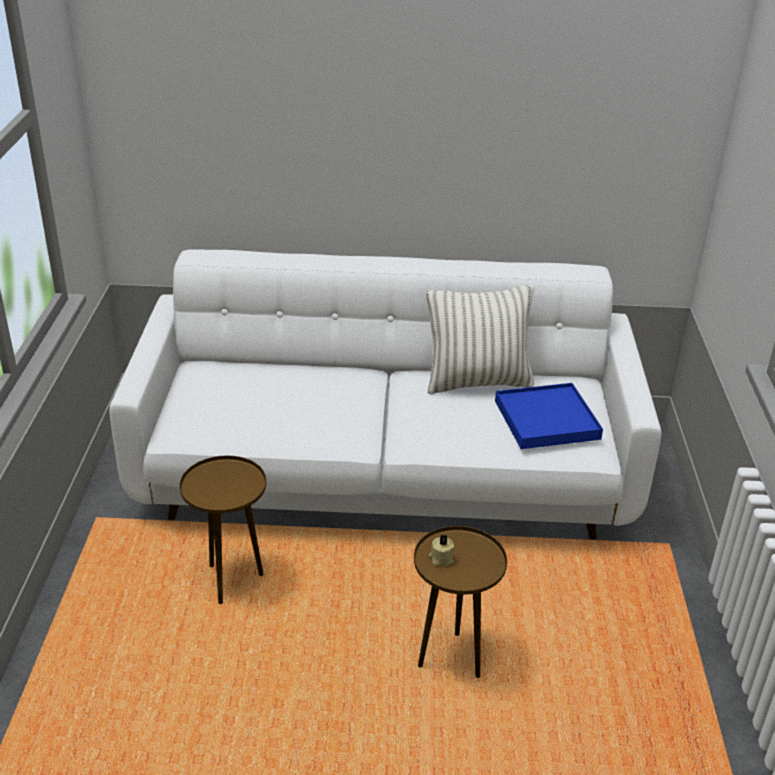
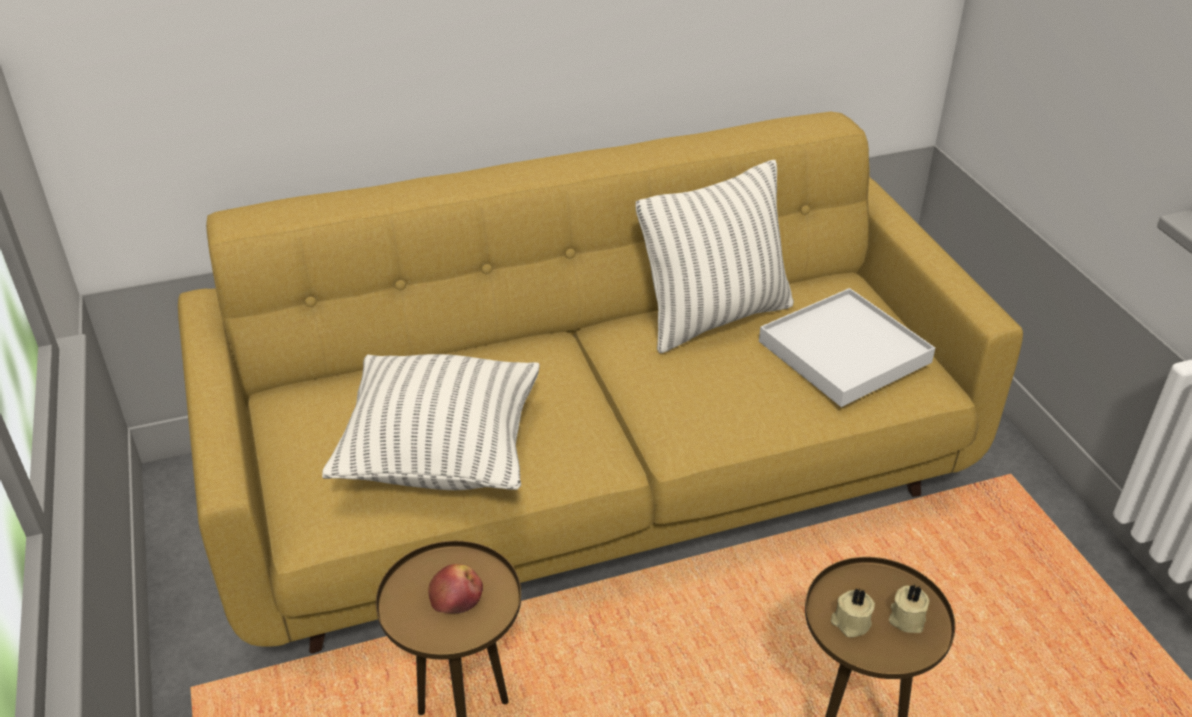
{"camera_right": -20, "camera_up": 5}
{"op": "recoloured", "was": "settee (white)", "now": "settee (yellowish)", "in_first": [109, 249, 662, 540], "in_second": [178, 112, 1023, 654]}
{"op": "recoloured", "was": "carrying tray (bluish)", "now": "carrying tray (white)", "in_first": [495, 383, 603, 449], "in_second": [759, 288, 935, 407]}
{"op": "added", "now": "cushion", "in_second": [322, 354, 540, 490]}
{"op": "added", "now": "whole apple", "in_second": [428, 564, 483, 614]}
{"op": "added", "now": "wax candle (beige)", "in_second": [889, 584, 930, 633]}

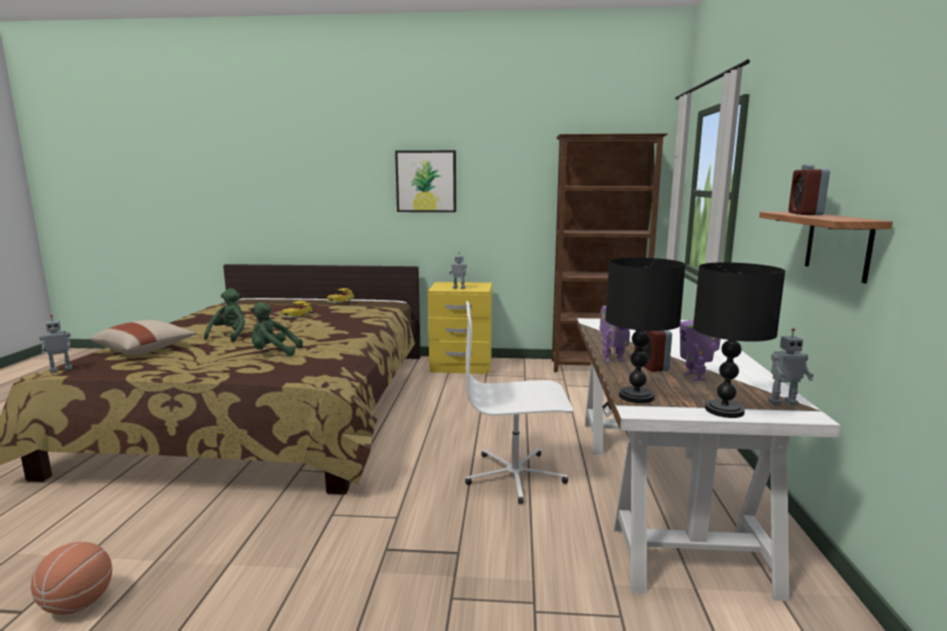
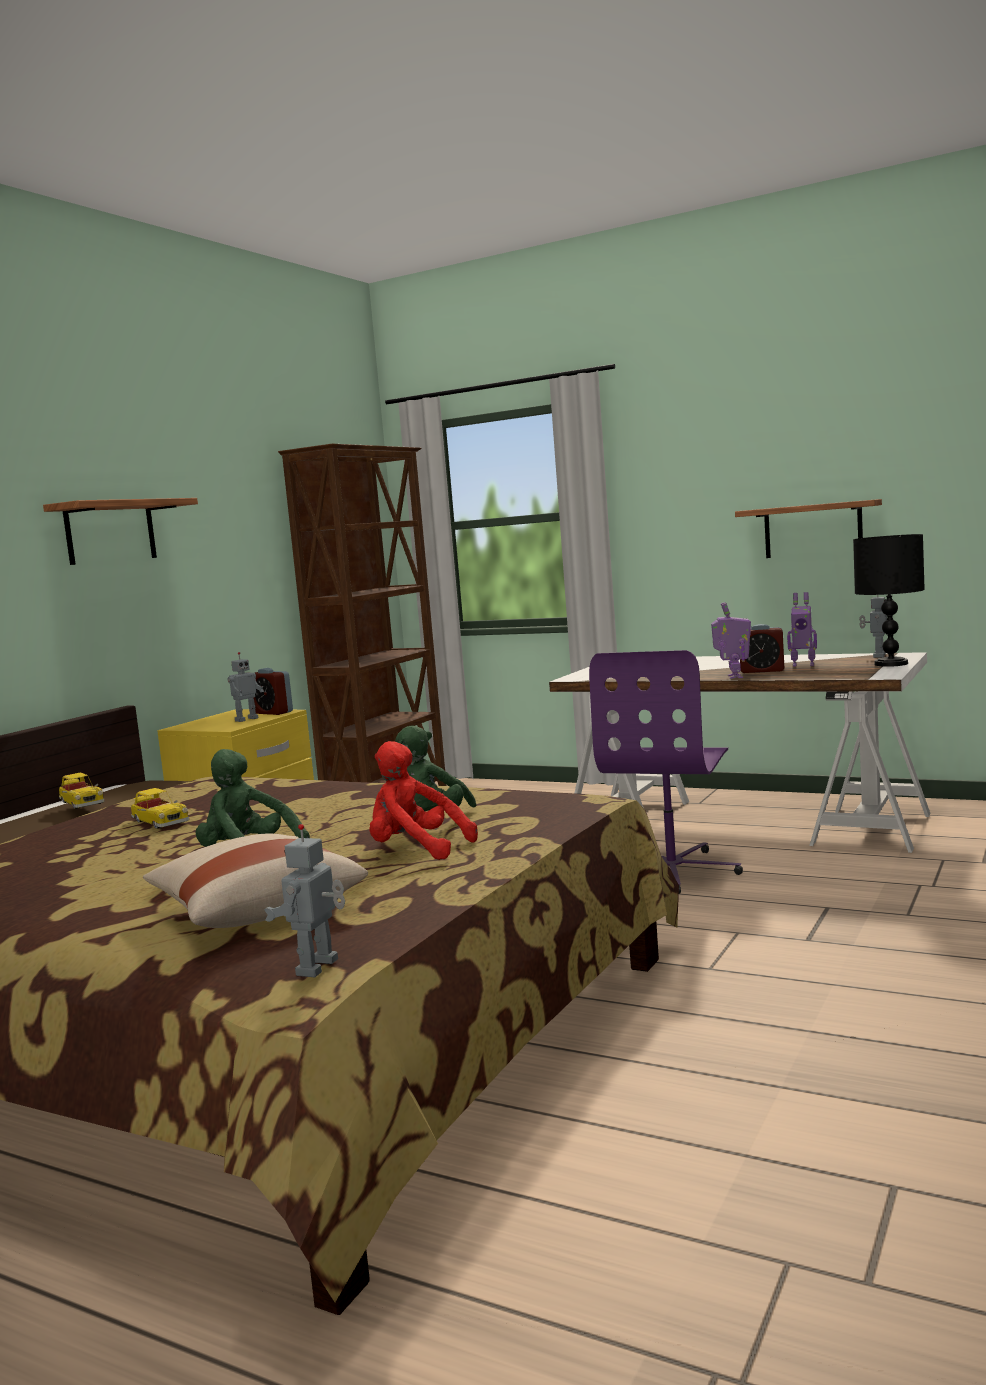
{"camera_right": -65, "camera_up": -5}
{"op": "replaced", "was": "wall art", "now": "bracket shelf", "in_first": [395, 150, 456, 212], "in_second": [43, 498, 198, 565]}
{"op": "moved", "was": "alarm clock", "in_first": [788, 164, 830, 215], "in_second": [254, 668, 293, 715]}
{"op": "removed", "was": "tabletop lamp (black)", "in_first": [605, 258, 685, 403]}
{"op": "recoloured", "was": "computer chair (white)", "now": "computer chair (purplish)", "in_first": [465, 301, 573, 504], "in_second": [589, 650, 743, 894]}
{"op": "turned", "was": "model robot", "in_first": [39, 315, 72, 373], "in_second": [264, 824, 345, 977], "clockwise": -150}
{"op": "removed", "was": "basketball", "in_first": [31, 542, 112, 615]}
{"op": "added", "now": "cuddly toy (red-coloured)", "in_second": [370, 741, 478, 860]}

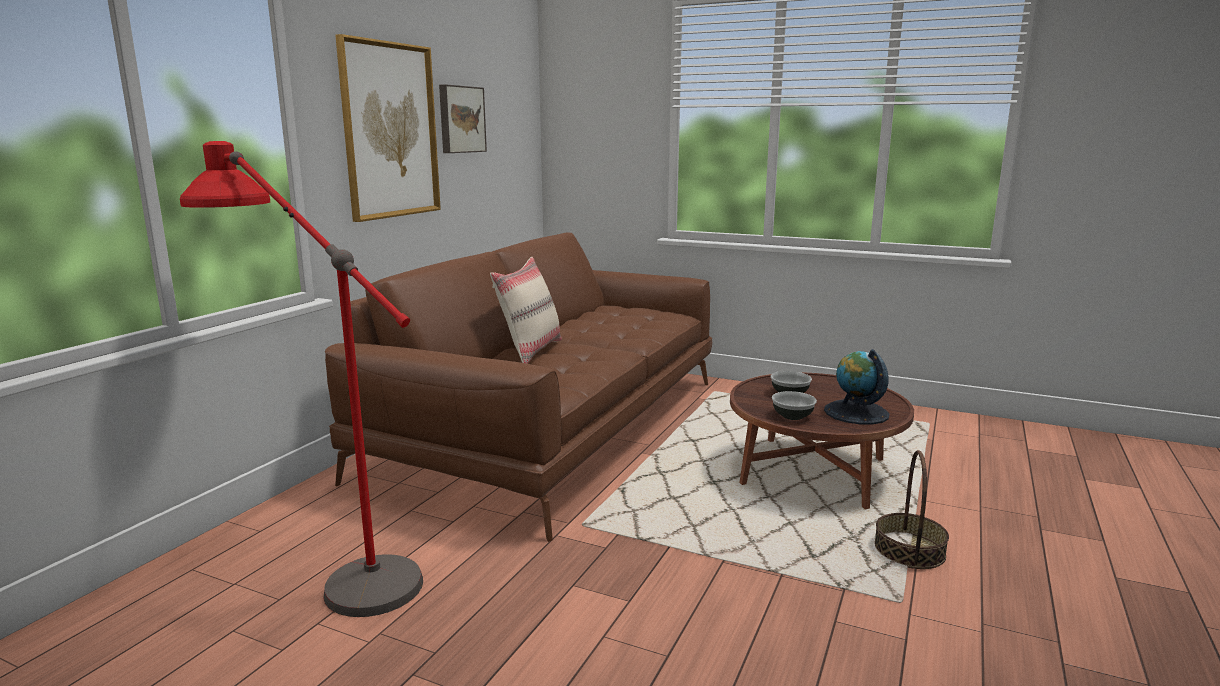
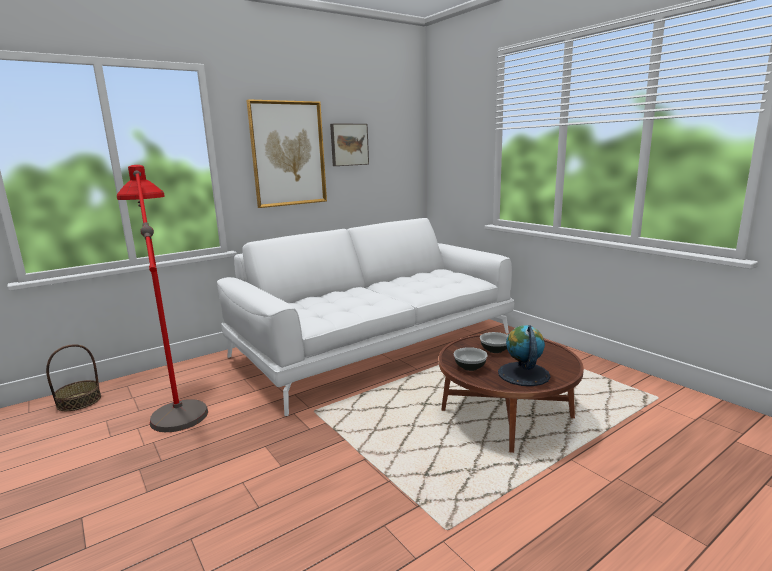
{"camera_right": 30, "camera_up": 0}
{"op": "recoloured", "was": "settee (brownish)", "now": "settee (white)", "in_first": [325, 232, 712, 542], "in_second": [217, 218, 514, 416]}
{"op": "removed", "was": "cushion (beige)", "in_first": [490, 257, 562, 364]}
{"op": "moved", "was": "household basket", "in_first": [874, 450, 949, 569], "in_second": [46, 344, 101, 411]}

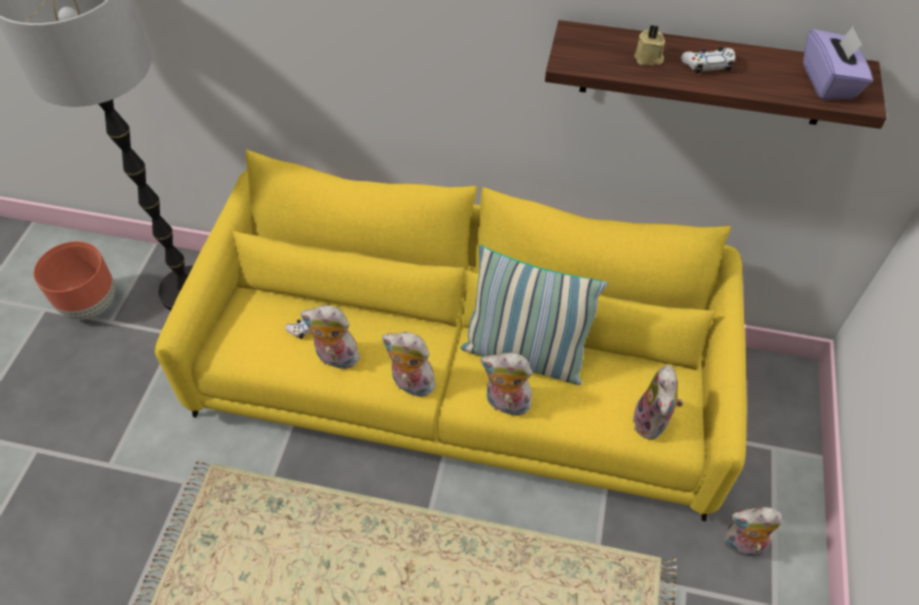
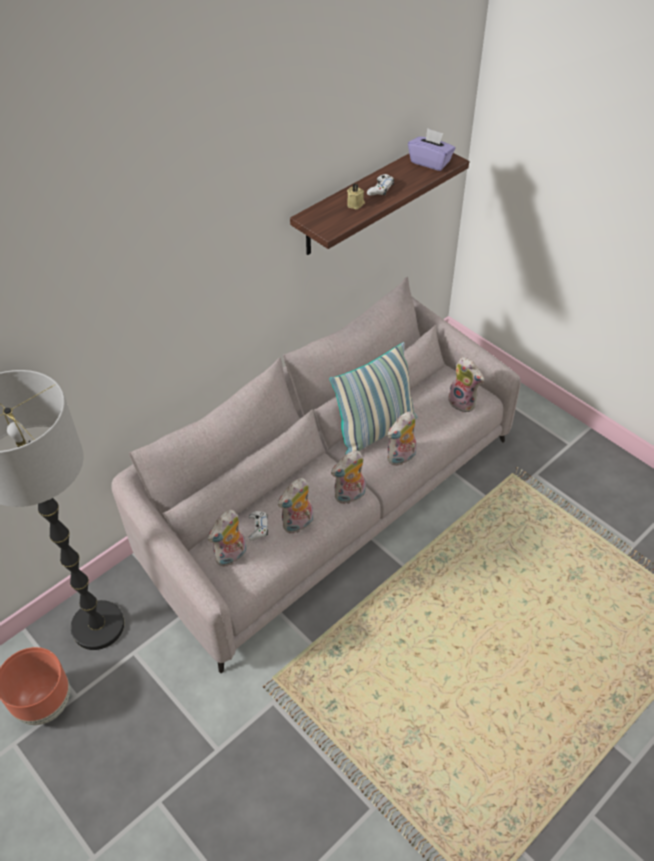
{"camera_right": -55, "camera_up": -5}
{"op": "recoloured", "was": "settee (yellowish)", "now": "settee (grey)", "in_first": [155, 150, 747, 521], "in_second": [111, 277, 521, 673]}
{"op": "moved", "was": "cuddly toy", "in_first": [723, 507, 783, 557], "in_second": [208, 510, 247, 567]}

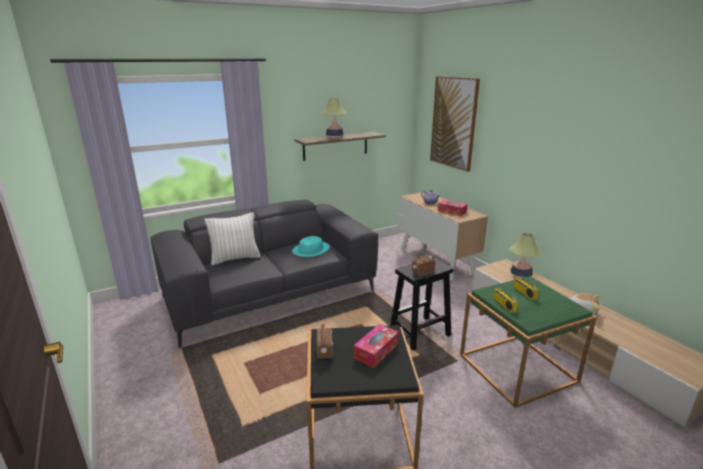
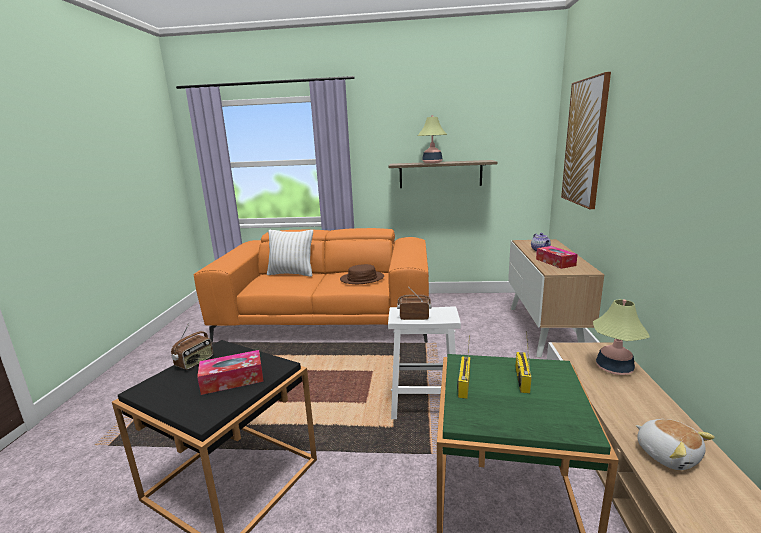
{"camera_right": 35, "camera_up": -5}
{"op": "recoloured", "was": "settee (grey)", "now": "settee (orange-coloured)", "in_first": [150, 200, 378, 348], "in_second": [194, 228, 429, 343]}
{"op": "recoloured", "was": "wearable hat (turquoise)", "now": "wearable hat (brownish)", "in_first": [292, 236, 330, 257], "in_second": [340, 264, 384, 284]}
{"op": "recoloured", "was": "stool seat (black)", "now": "stool seat (white)", "in_first": [390, 258, 454, 351], "in_second": [388, 306, 461, 419]}

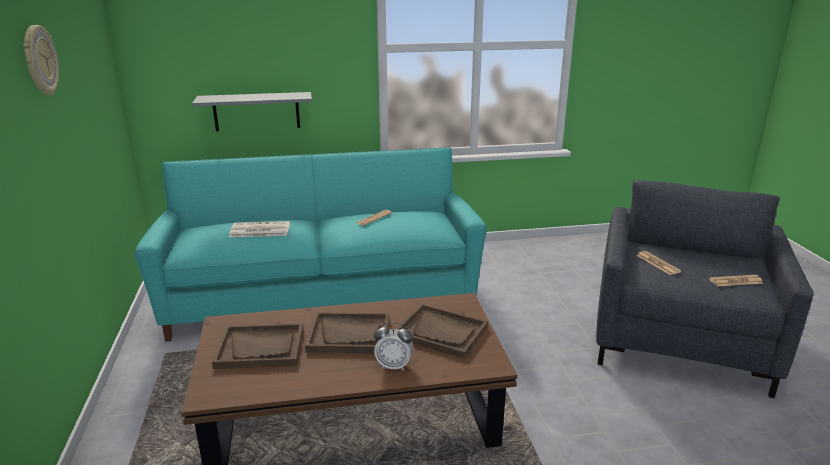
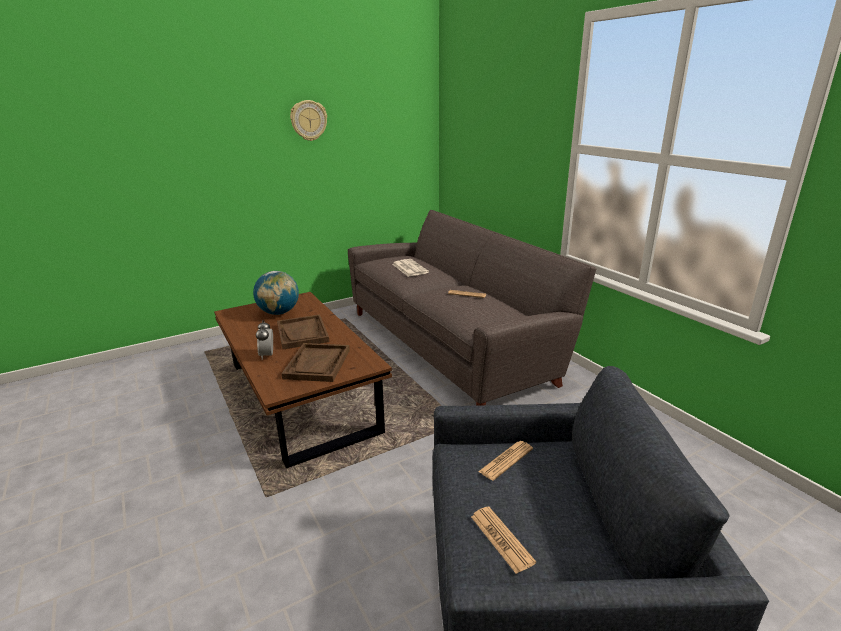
{"camera_right": 70, "camera_up": 0}
{"op": "removed", "was": "bracket shelf (grey)", "in_first": [192, 92, 312, 131]}
{"op": "recoloured", "was": "settee (turquoise)", "now": "settee (grey)", "in_first": [134, 147, 487, 342], "in_second": [348, 210, 596, 406]}
{"op": "replaced", "was": "carrying tray (brownish)", "now": "globe", "in_first": [212, 323, 303, 369], "in_second": [253, 271, 299, 315]}

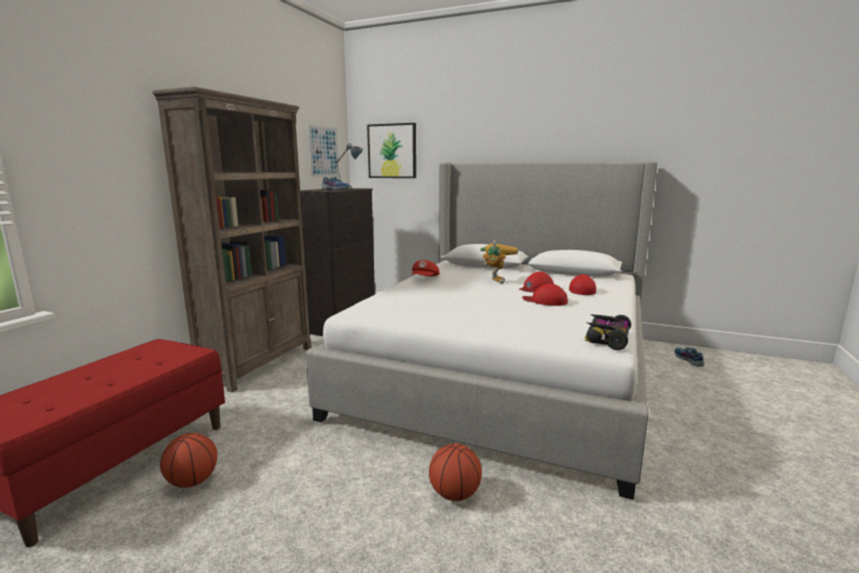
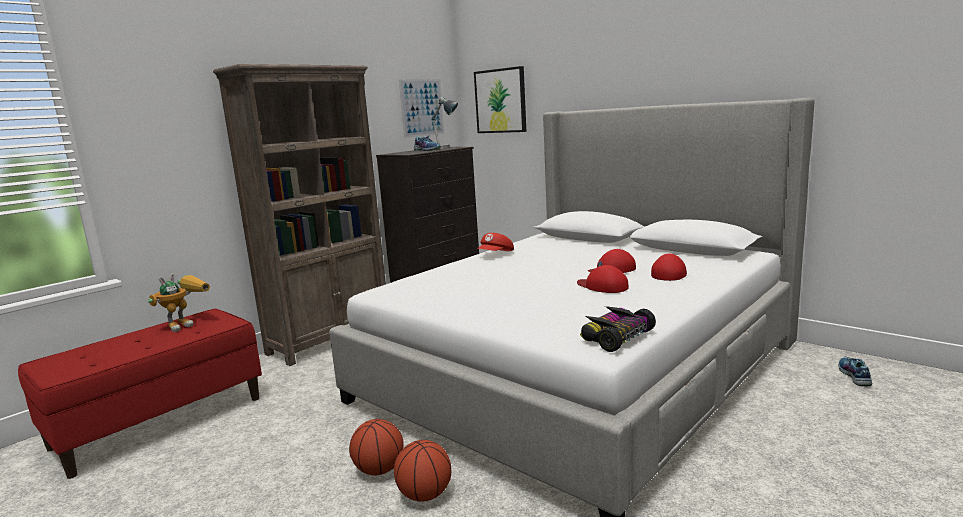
{"camera_right": 20, "camera_up": 0}
{"op": "moved", "was": "model robot", "in_first": [480, 240, 518, 284], "in_second": [148, 274, 210, 332]}
{"op": "moved", "was": "basketball", "in_first": [160, 433, 217, 488], "in_second": [349, 419, 404, 475]}

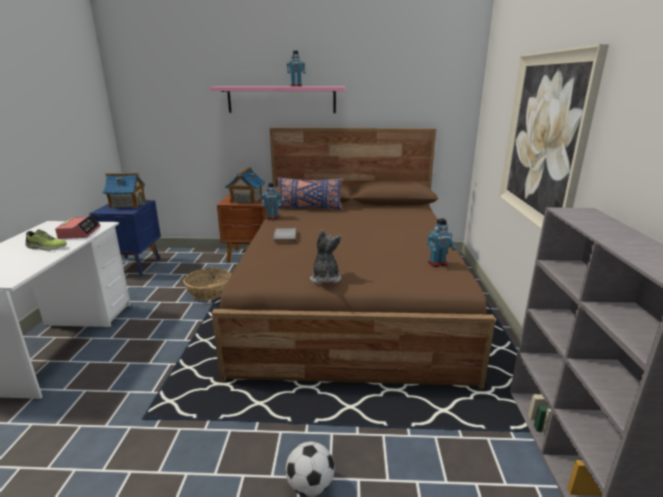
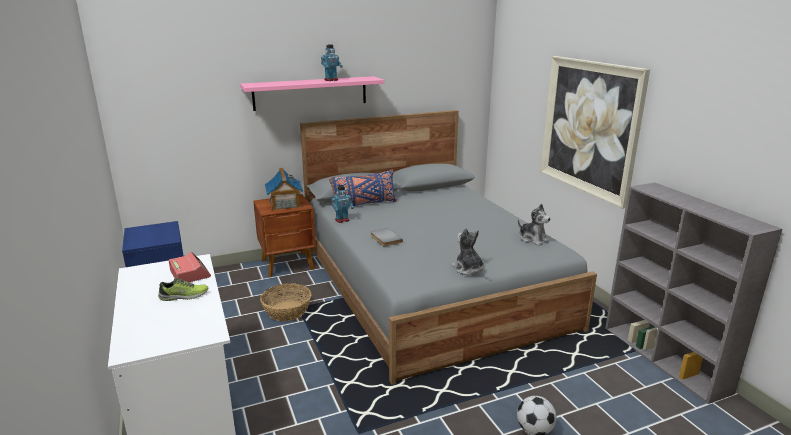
{"camera_right": -25, "camera_up": 0}
{"op": "recoloured", "was": "bedroom bed (brownish)", "now": "bedroom bed (grey)", "in_first": [212, 127, 496, 389], "in_second": [300, 110, 597, 385]}
{"op": "removed", "was": "miniature house", "in_first": [103, 173, 147, 208]}
{"op": "replaced", "was": "model robot", "now": "cuddly toy", "in_first": [427, 219, 456, 267], "in_second": [518, 203, 550, 246]}

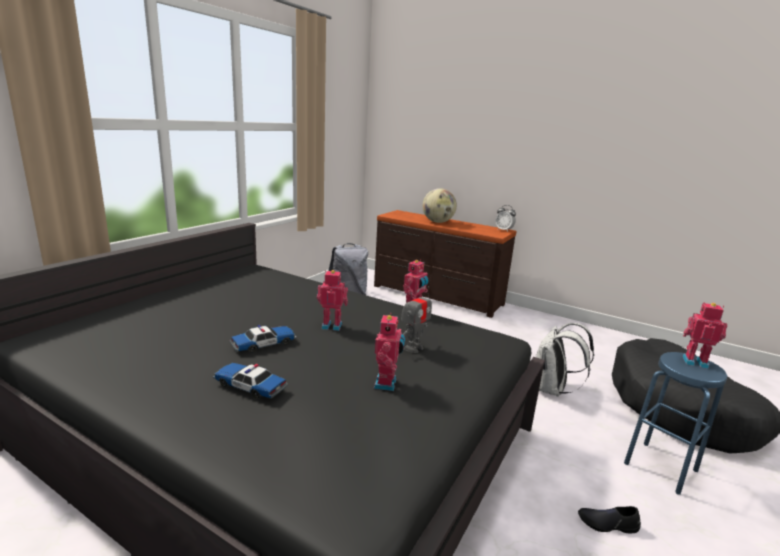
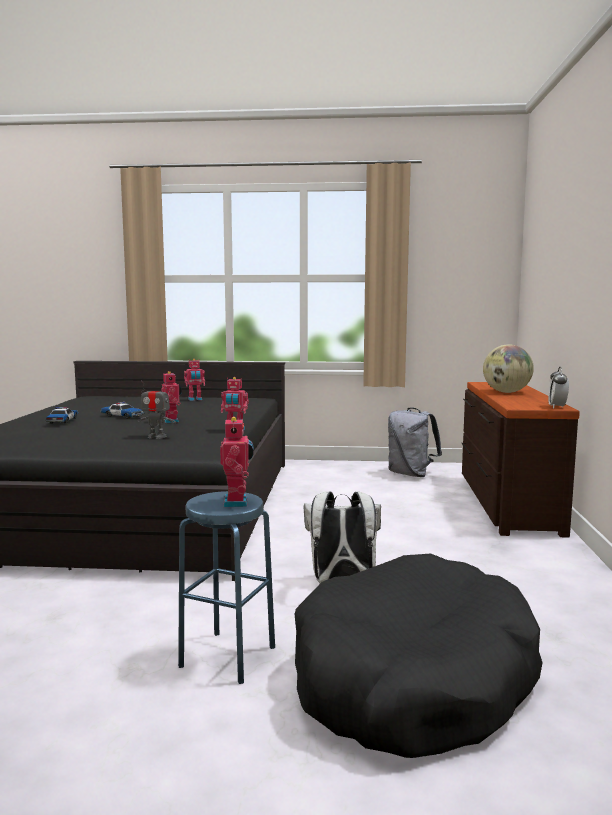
{"camera_right": 65, "camera_up": -10}
{"op": "moved", "was": "model robot", "in_first": [373, 313, 405, 391], "in_second": [184, 359, 205, 401]}
{"op": "removed", "was": "shoe (black)", "in_first": [578, 506, 641, 533]}

